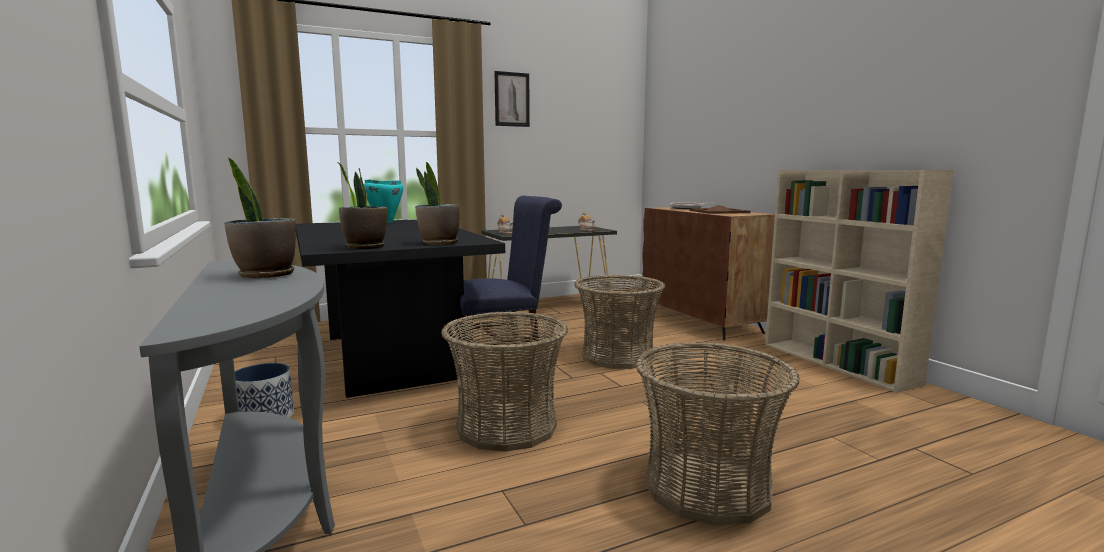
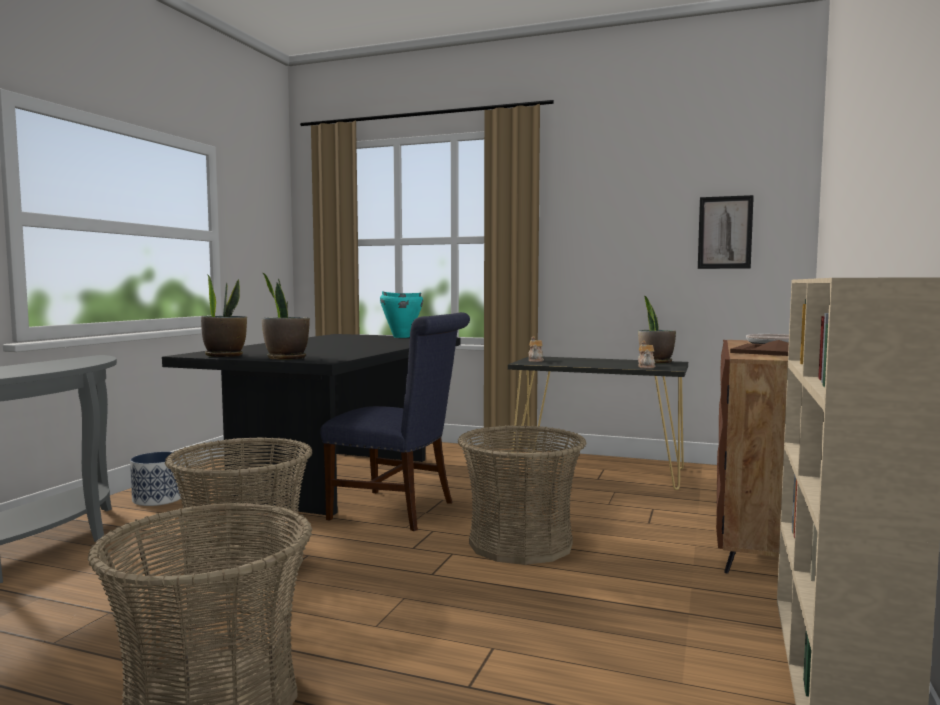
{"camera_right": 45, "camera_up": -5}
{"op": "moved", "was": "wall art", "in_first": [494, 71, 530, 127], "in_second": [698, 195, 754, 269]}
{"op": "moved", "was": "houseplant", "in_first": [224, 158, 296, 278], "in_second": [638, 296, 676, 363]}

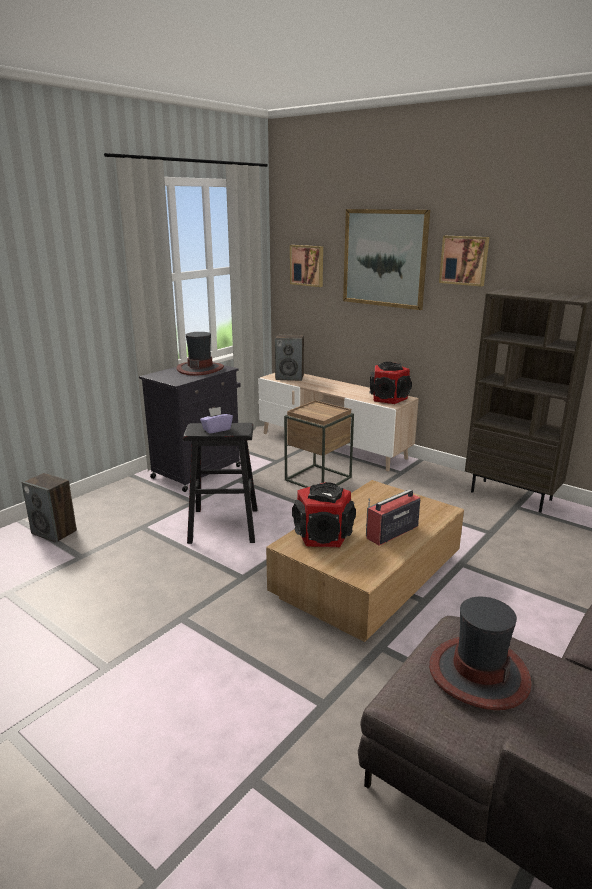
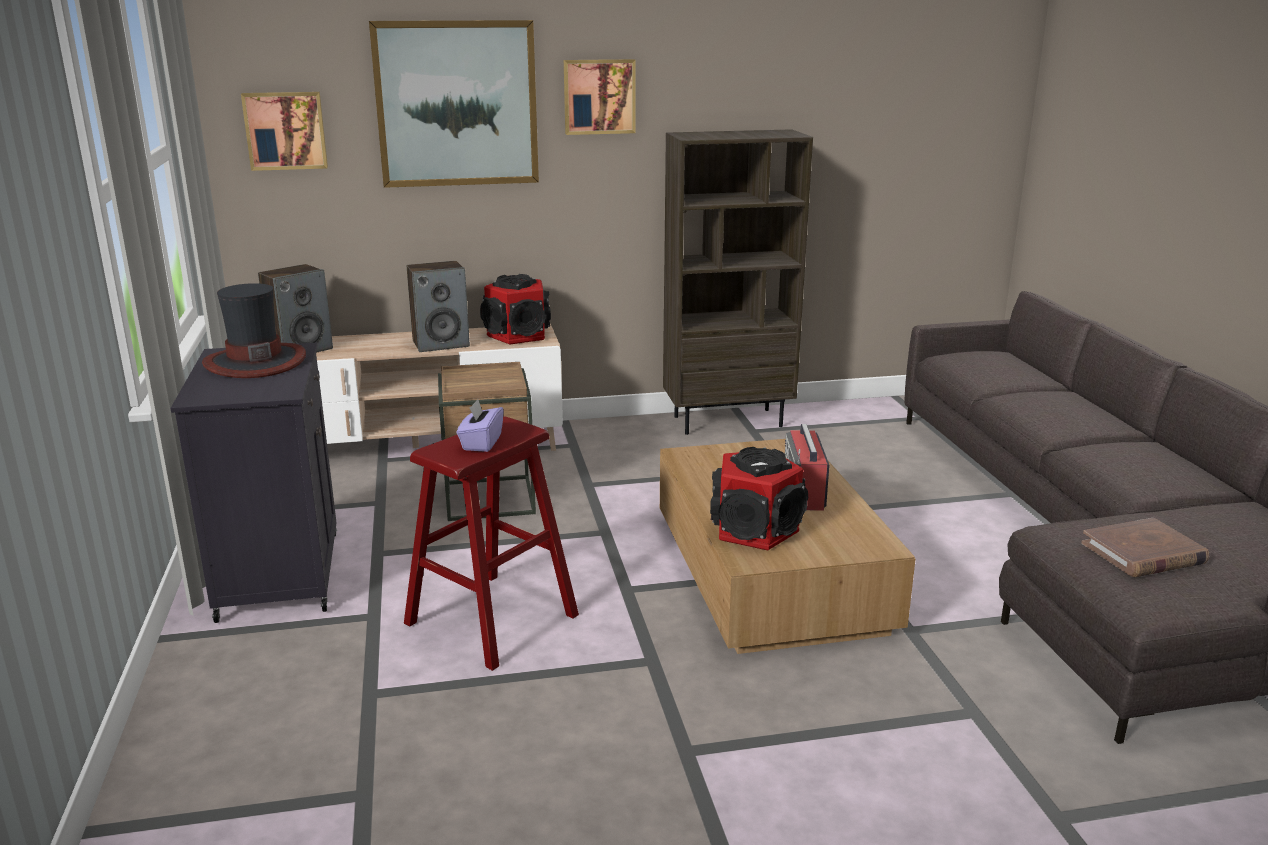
{"camera_right": -50, "camera_up": 0}
{"op": "recoloured", "was": "stool seat (black)", "now": "stool seat (red-coloured)", "in_first": [183, 423, 257, 544], "in_second": [404, 416, 579, 671]}
{"op": "moved", "was": "loudspeaker", "in_first": [22, 473, 77, 543], "in_second": [407, 261, 470, 352]}
{"op": "replaced", "was": "wearable hat", "now": "bound book (brownish)", "in_first": [429, 597, 531, 710], "in_second": [1081, 518, 1209, 577]}

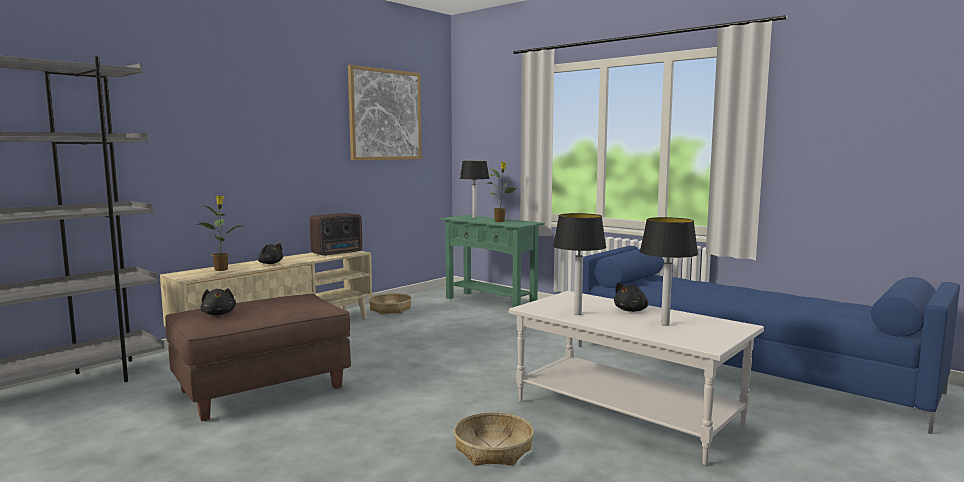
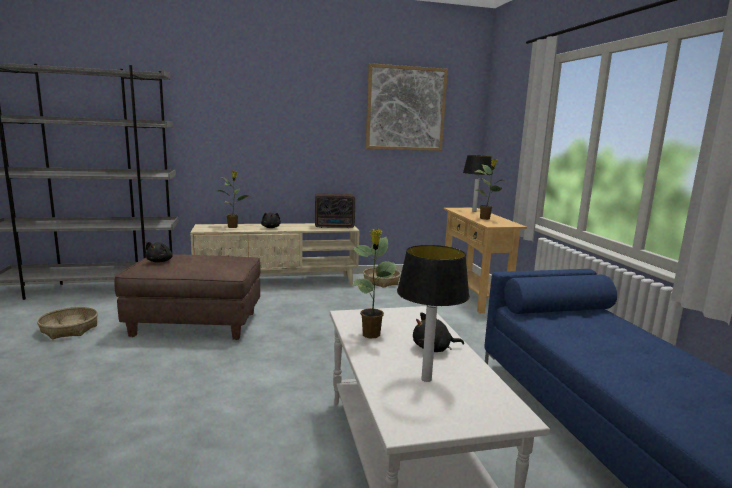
{"camera_right": 35, "camera_up": 5}
{"op": "replaced", "was": "tabletop lamp", "now": "houseplant", "in_first": [553, 213, 606, 315], "in_second": [352, 229, 396, 339]}
{"op": "recoloured", "was": "hall table (greenish)", "now": "hall table (beige)", "in_first": [440, 215, 545, 308], "in_second": [443, 208, 527, 313]}
{"op": "moved", "was": "household basket", "in_first": [454, 412, 534, 466], "in_second": [37, 307, 98, 339]}

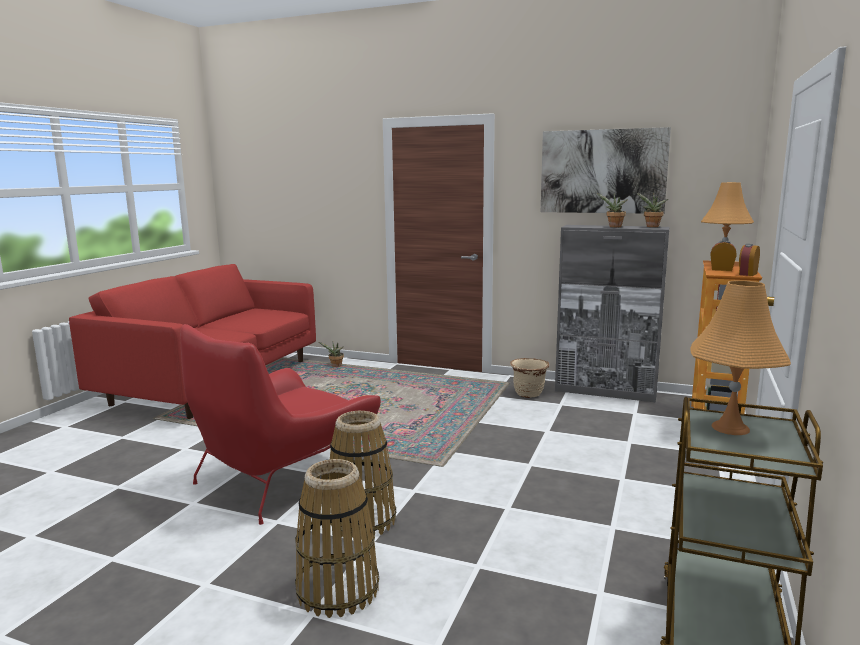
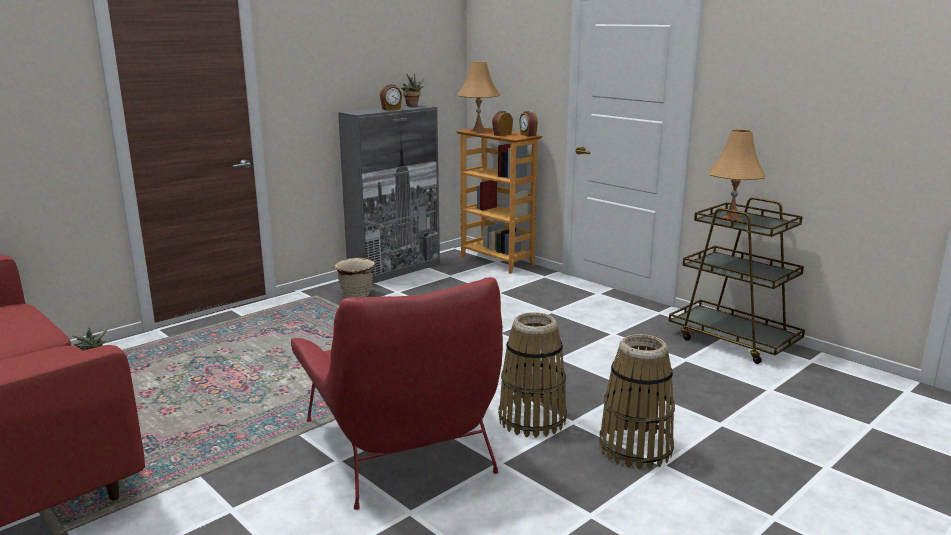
{"camera_right": -65, "camera_up": 5}
{"op": "removed", "was": "wall art", "in_first": [541, 127, 671, 214]}
{"op": "replaced", "was": "houseplant", "now": "alarm clock", "in_first": [597, 193, 628, 227], "in_second": [380, 84, 402, 110]}

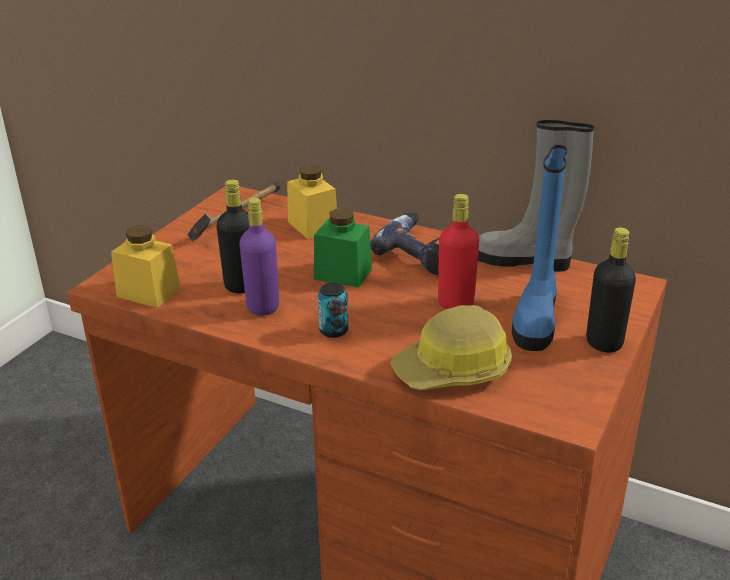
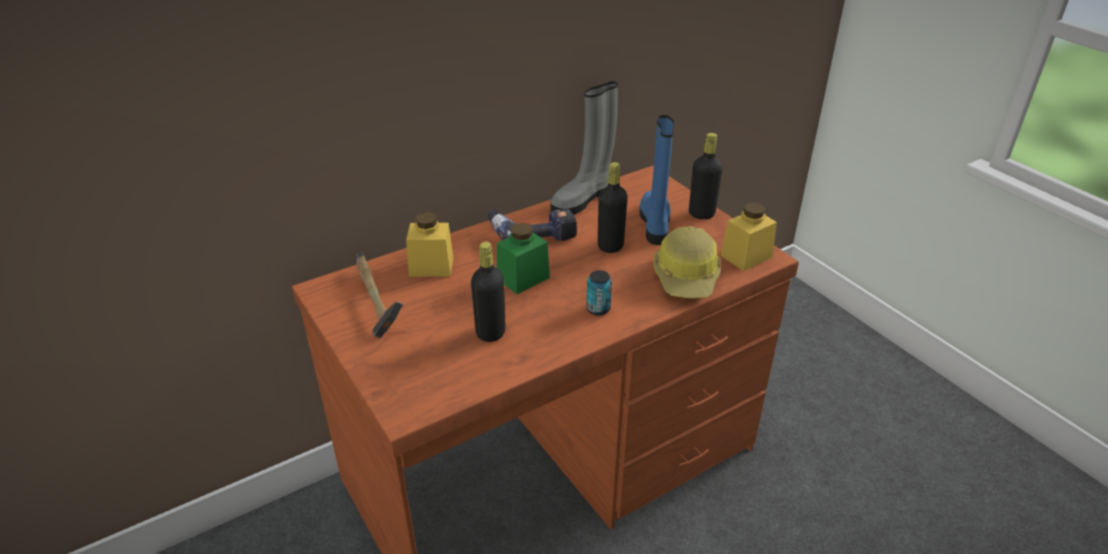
{"camera_right": -60, "camera_up": 5}
{"op": "turned", "was": "tall boot (bluish)", "in_first": [512, 145, 567, 351], "in_second": [640, 115, 674, 245], "clockwise": -135}
{"op": "recoloured", "was": "bottle (red-coloured)", "now": "bottle (black)", "in_first": [438, 194, 479, 309], "in_second": [598, 162, 628, 253]}
{"op": "removed", "was": "bottle (purplish)", "in_first": [239, 197, 279, 316]}
{"op": "moved", "was": "storage jar (yellowish)", "in_first": [111, 225, 181, 308], "in_second": [720, 203, 777, 271]}

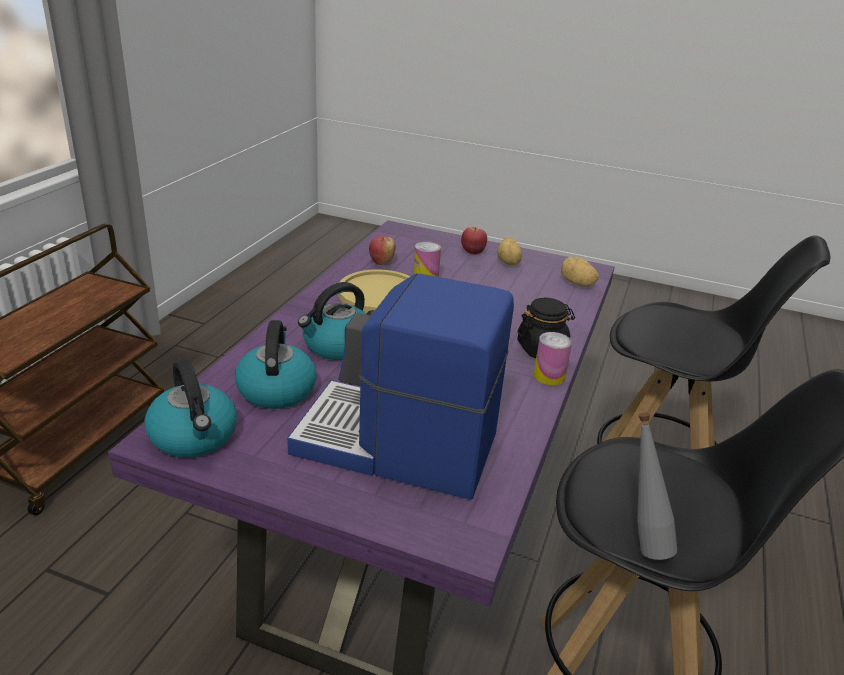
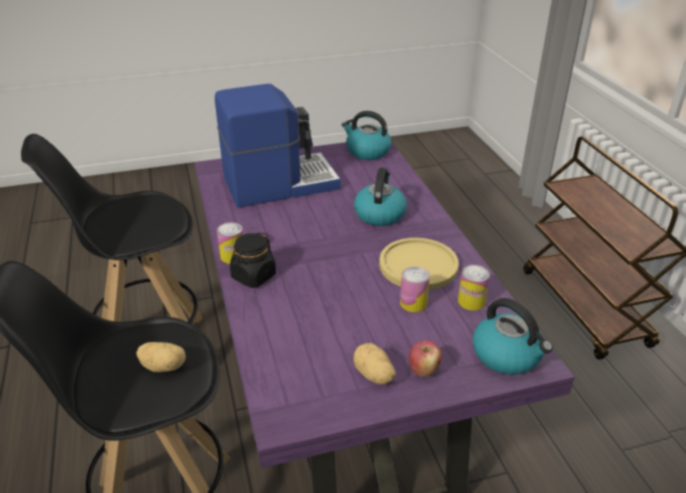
{"camera_right": 145, "camera_up": 5}
{"op": "replaced", "was": "whole apple", "now": "sealed can", "in_first": [369, 235, 395, 265], "in_second": [458, 265, 490, 311]}
{"op": "moved", "was": "whole potato", "in_first": [561, 256, 599, 287], "in_second": [136, 342, 186, 372]}
{"op": "moved", "was": "kettle", "in_first": [235, 320, 317, 409], "in_second": [473, 298, 553, 375]}
{"op": "removed", "was": "bottle (grey)", "in_first": [637, 413, 677, 560]}

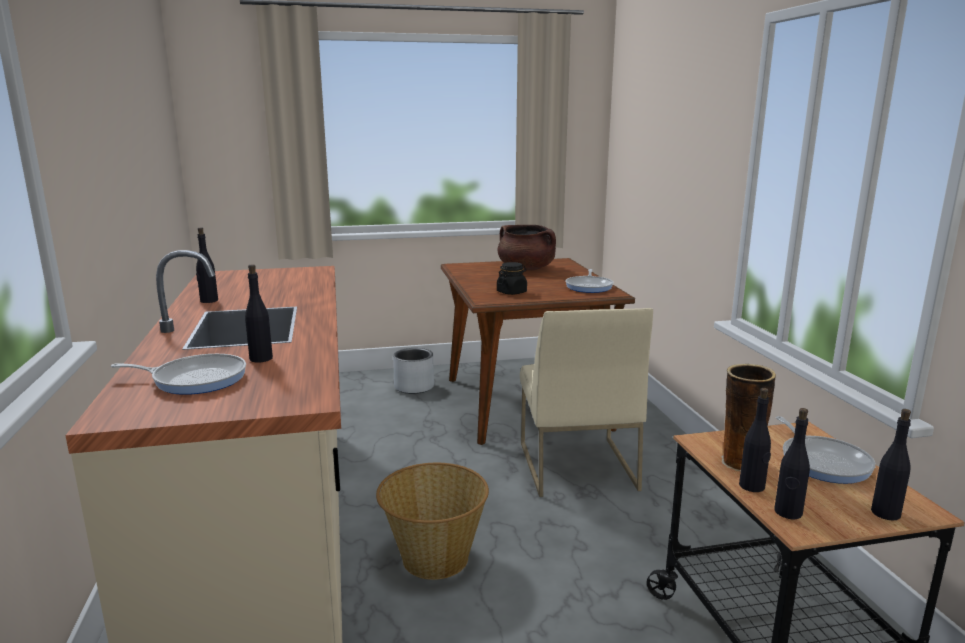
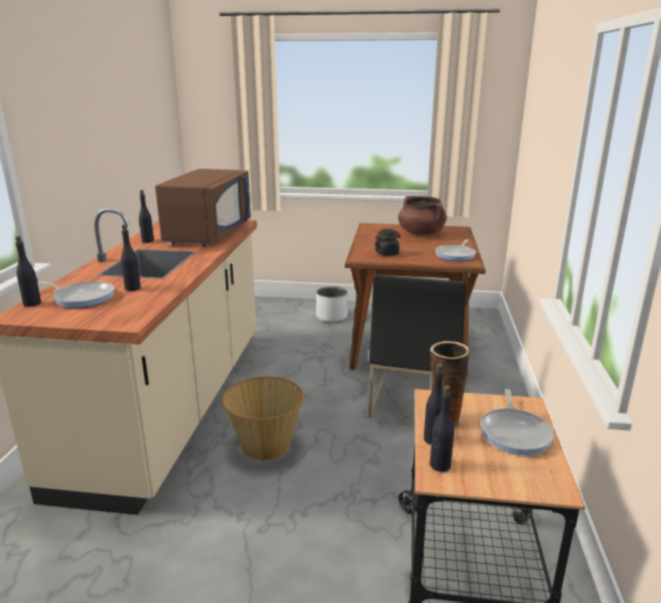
{"camera_right": 20, "camera_up": 5}
{"op": "recoloured", "was": "chair (beige)", "now": "chair (black)", "in_first": [520, 308, 653, 497], "in_second": [368, 274, 466, 418]}
{"op": "moved", "was": "bottle (black)", "in_first": [871, 409, 911, 521], "in_second": [15, 236, 41, 307]}
{"op": "added", "now": "microwave (brownish)", "in_second": [155, 169, 251, 246]}

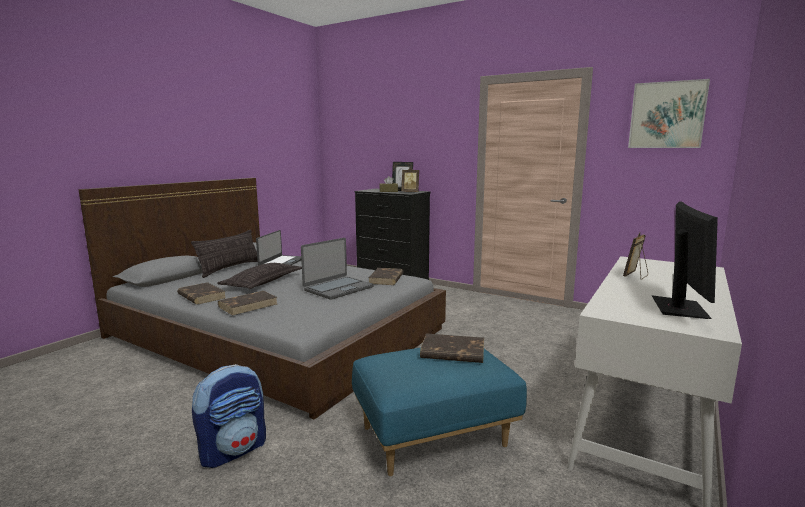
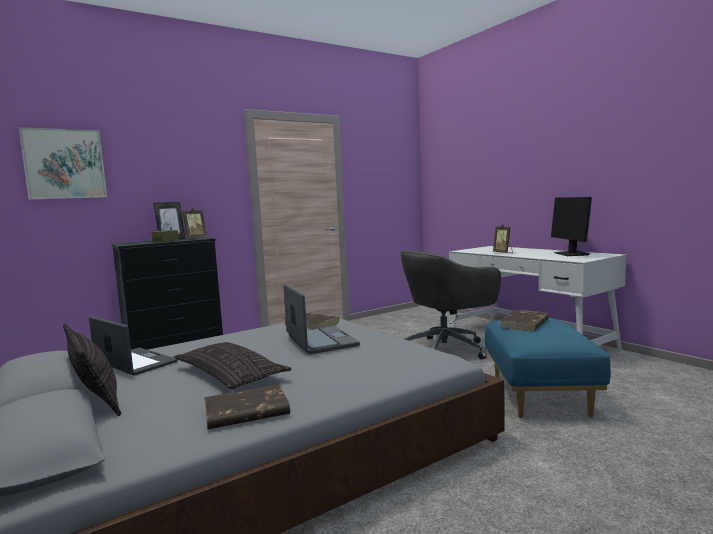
{"camera_right": -65, "camera_up": -5}
{"op": "moved", "was": "wall art", "in_first": [628, 79, 710, 148], "in_second": [19, 127, 107, 200]}
{"op": "turned", "was": "computer screen", "in_first": [652, 201, 718, 319], "in_second": [551, 197, 592, 256], "clockwise": -135}
{"op": "removed", "was": "bound book (brownish)", "in_first": [218, 291, 277, 315]}
{"op": "removed", "was": "rucksack", "in_first": [192, 364, 266, 468]}
{"op": "added", "now": "computer chair (grey)", "in_second": [401, 250, 501, 359]}

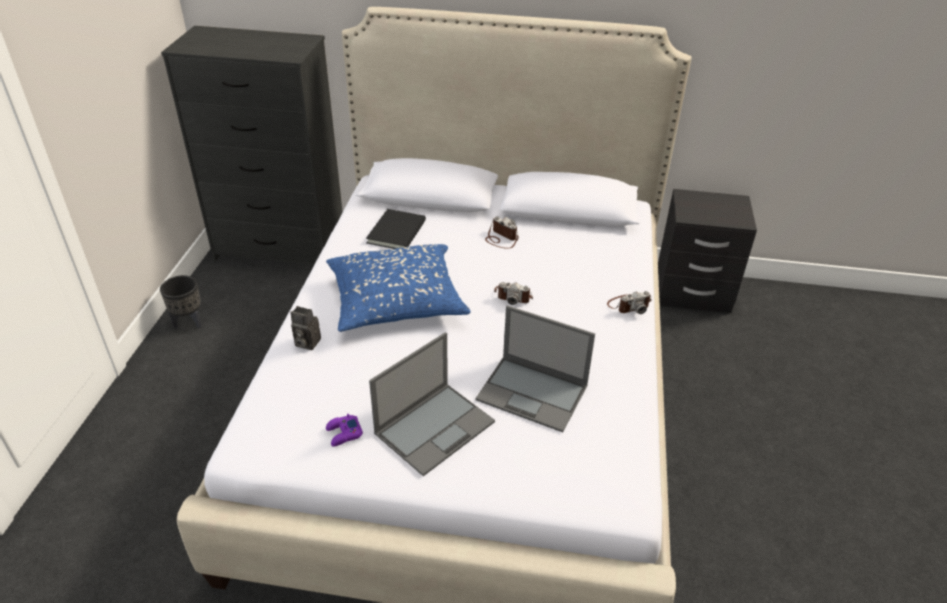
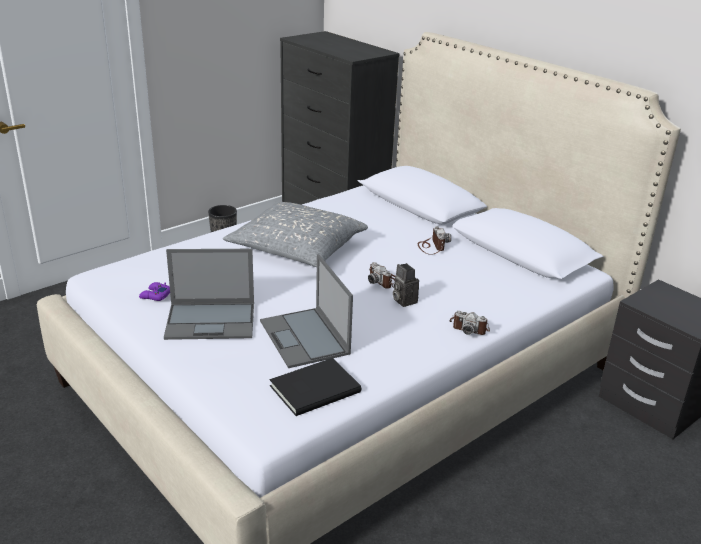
{"camera_right": 40, "camera_up": -10}
{"op": "moved", "was": "bound book (black)", "in_first": [366, 209, 426, 249], "in_second": [270, 358, 361, 416]}
{"op": "recoloured", "was": "cushion (bluish)", "now": "cushion (grey)", "in_first": [326, 244, 470, 332], "in_second": [223, 202, 368, 267]}
{"op": "moved", "was": "photo camera", "in_first": [290, 306, 321, 350], "in_second": [393, 263, 419, 307]}

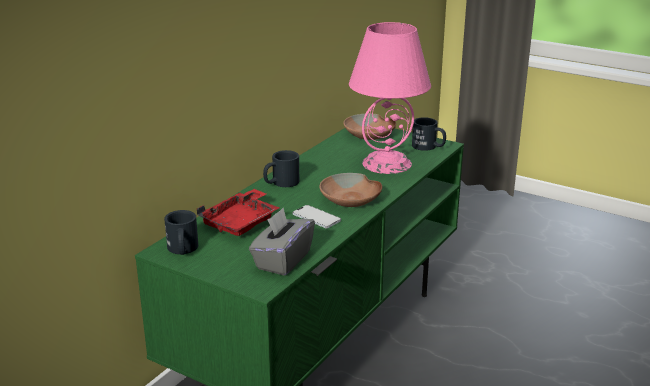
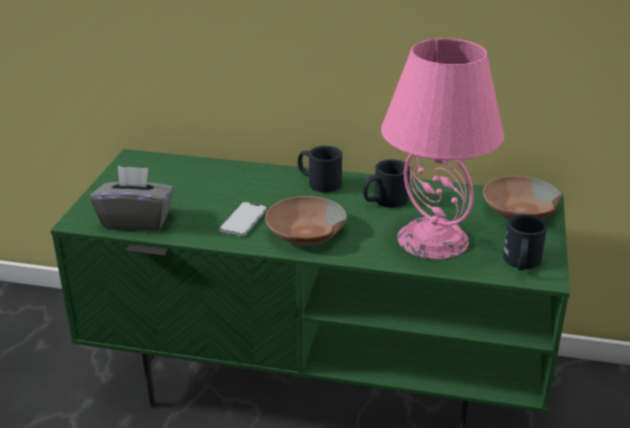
{"camera_right": 70, "camera_up": 5}
{"op": "removed", "was": "carrying tray (red-coloured)", "in_first": [197, 189, 280, 236]}
{"op": "moved", "was": "tea mug (black)", "in_first": [164, 210, 198, 255], "in_second": [363, 159, 410, 208]}

